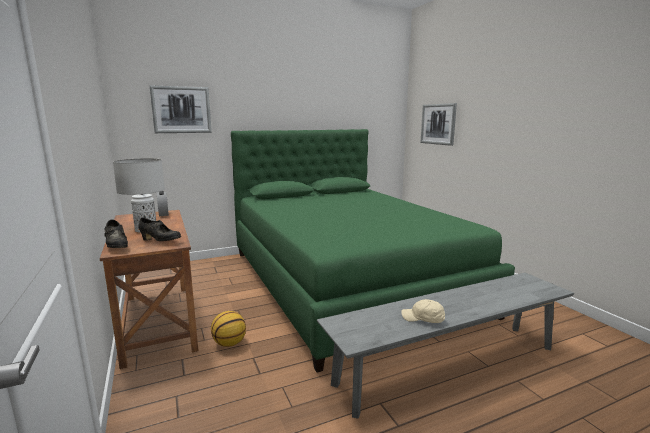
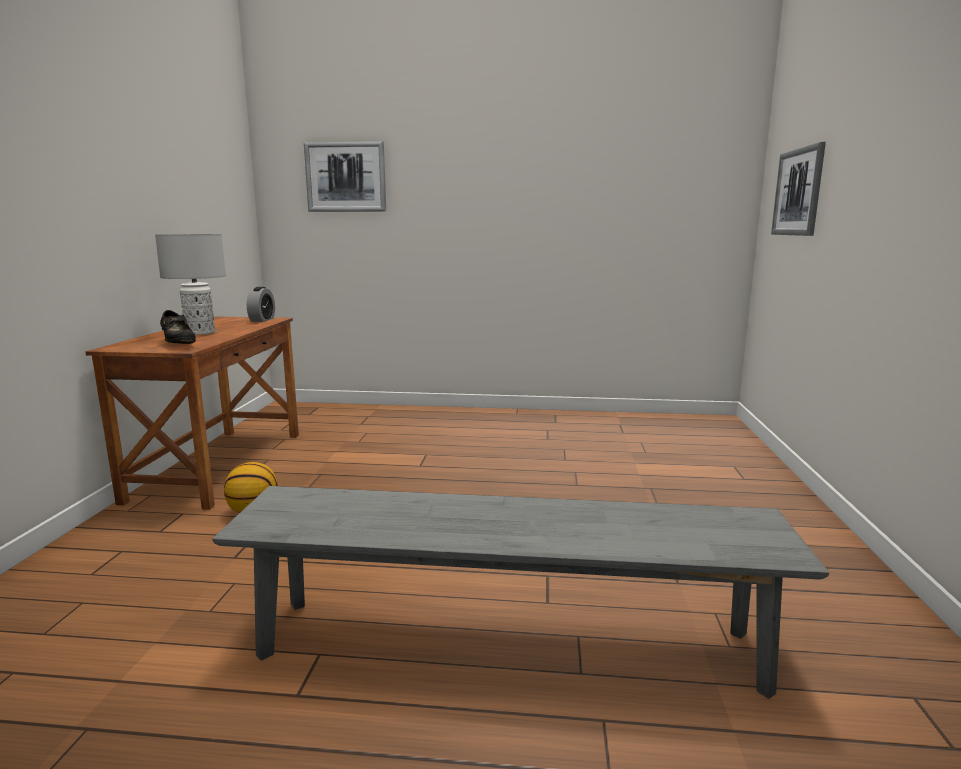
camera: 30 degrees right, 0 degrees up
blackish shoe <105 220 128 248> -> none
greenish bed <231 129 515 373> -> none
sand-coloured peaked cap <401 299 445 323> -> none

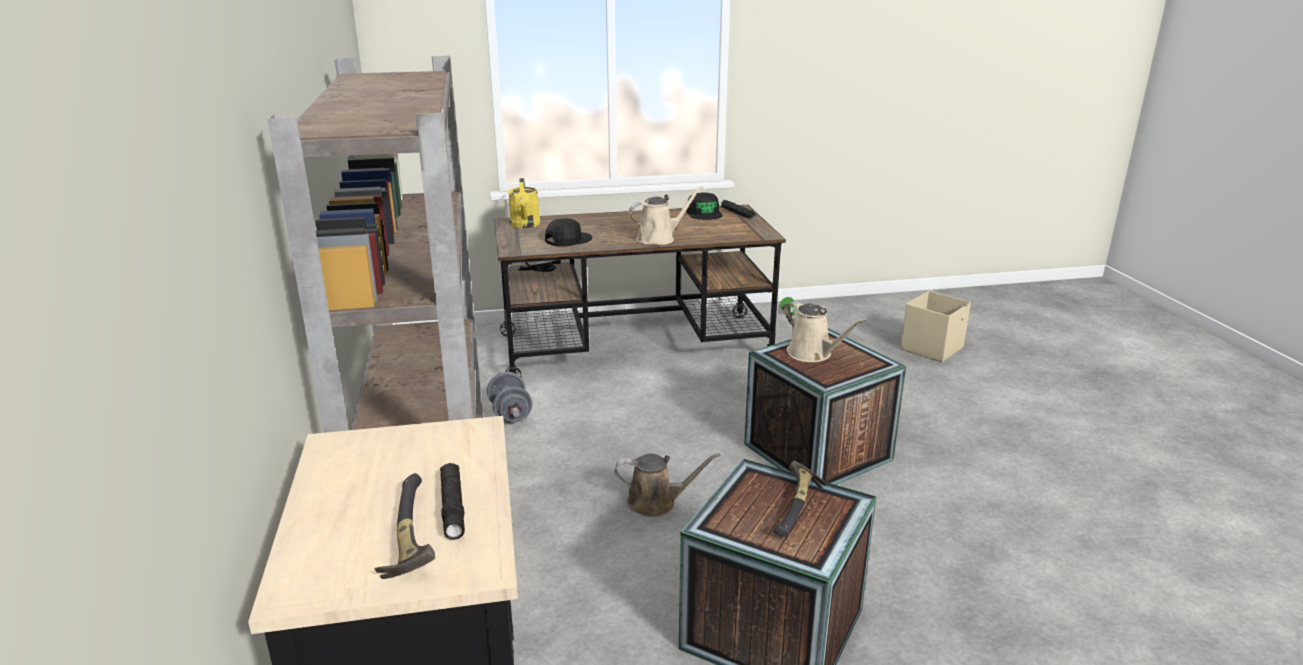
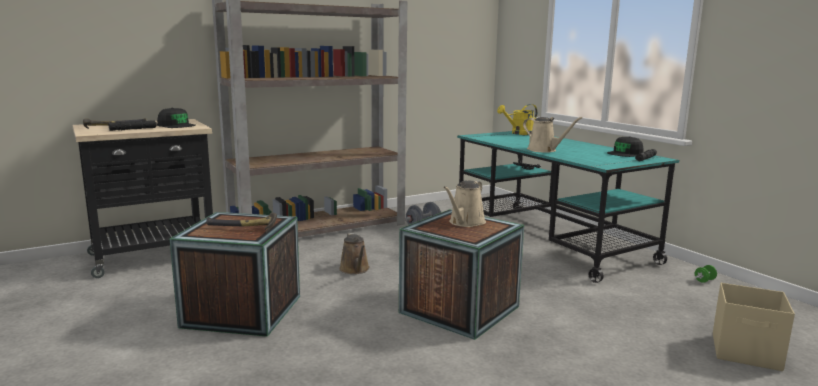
camera: 70 degrees right, 10 degrees down
brown-coloured desk <494 205 786 377> -> turquoise desk <457 131 679 283>
blackish peaked cap <545 218 592 247> -> blackish peaked cap <157 108 196 128>, relocated

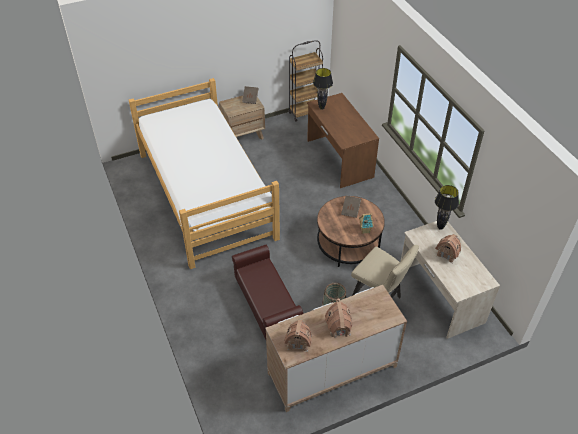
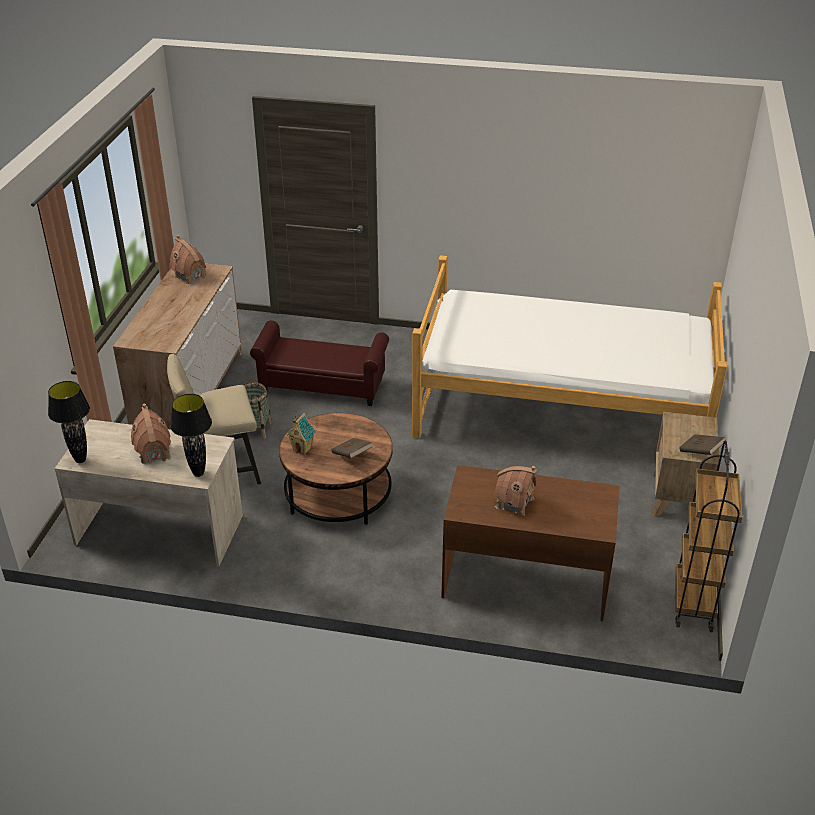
camera: 125 degrees right, 10 degrees down
blackish table lamp <313 68 333 110> -> blackish table lamp <48 381 90 463>, relocated
miniature house <325 298 352 338> -> miniature house <494 466 537 516>, relocated

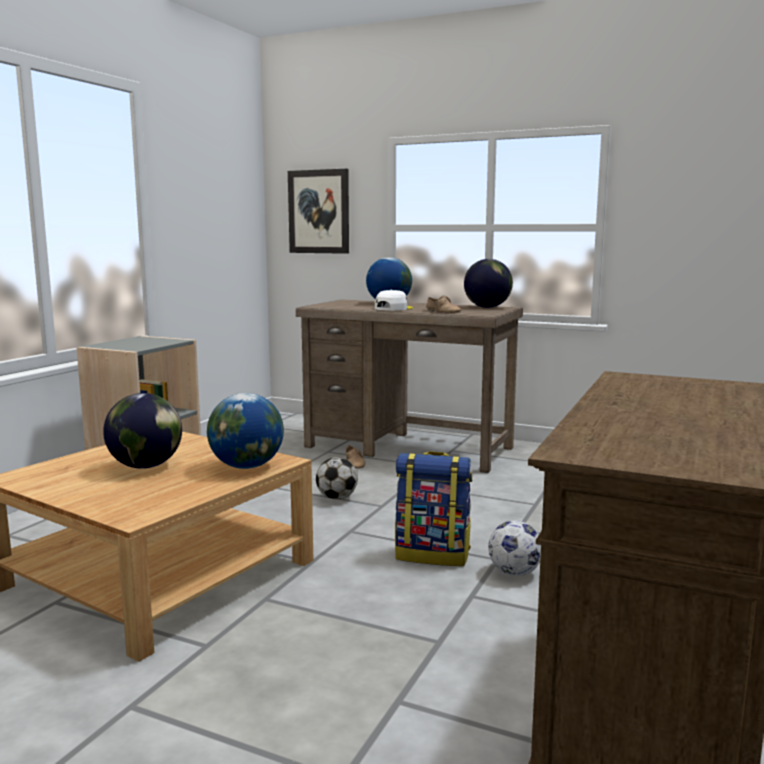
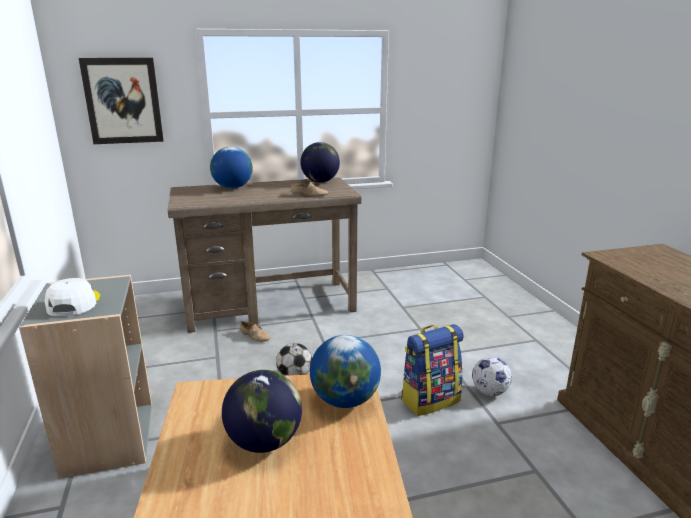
camera: 40 degrees left, 10 degrees up
whitish peaked cap <375 290 413 311> -> whitish peaked cap <45 278 100 316>, relocated

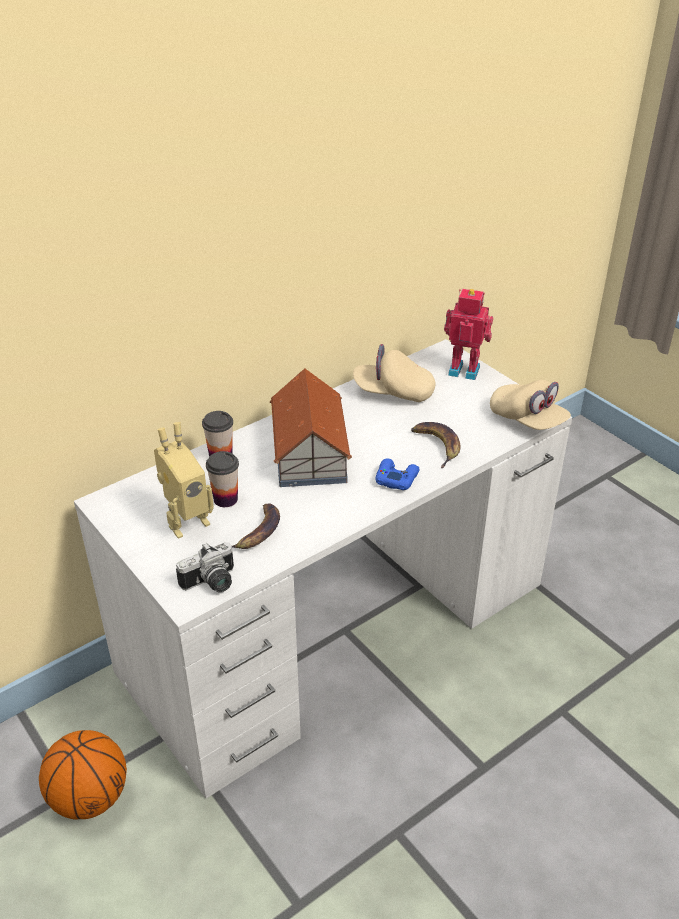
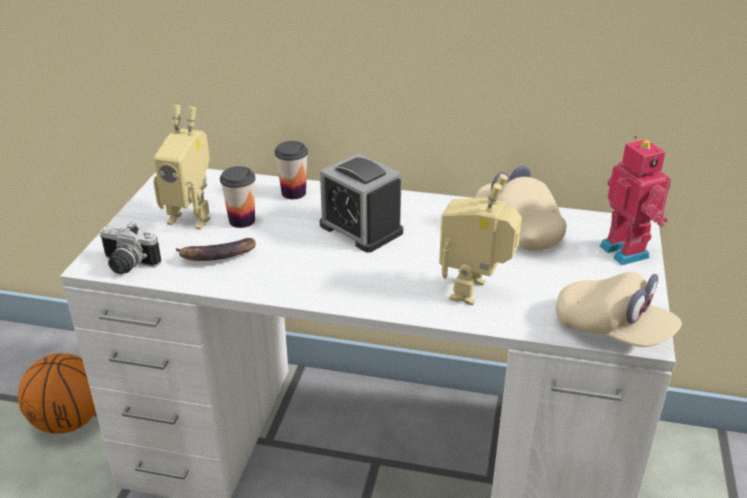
camera: 50 degrees right, 5 degrees down
miniature house <270 368 352 487> -> table clock <320 153 403 253>
blue-coloured game controller <375 458 419 490> -> none
banana fruit <411 422 460 468> -> toy robot <439 174 522 306>
sand-coloured peaked cap <490 380 571 430> -> sand-coloured peaked cap <556 272 682 347>, 60 degrees counterclockwise

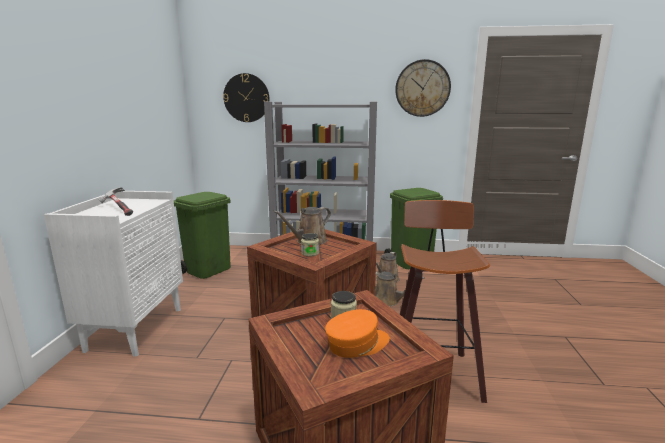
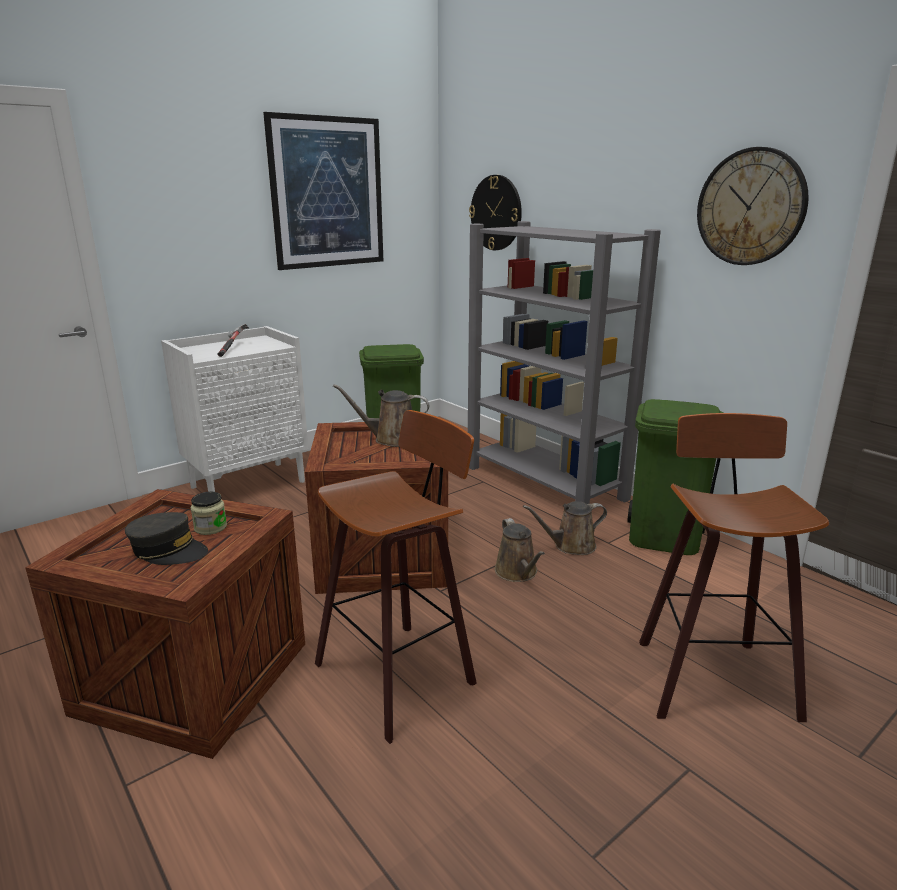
camera: 45 degrees right, 5 degrees up
storage jar <301 233 319 256> -> none
orange-coloured peaked cap <325 309 390 358> -> greyish peaked cap <125 512 208 565>
none -> wall picture <263 112 383 270>
none -> stool <639 413 829 722>

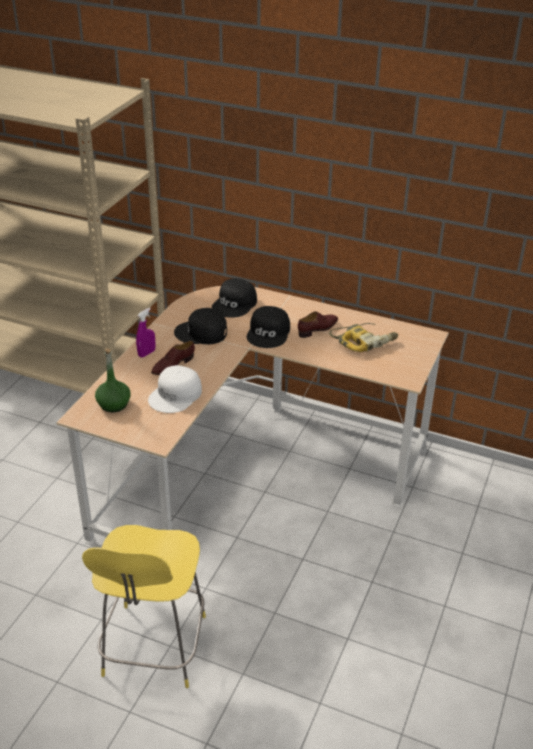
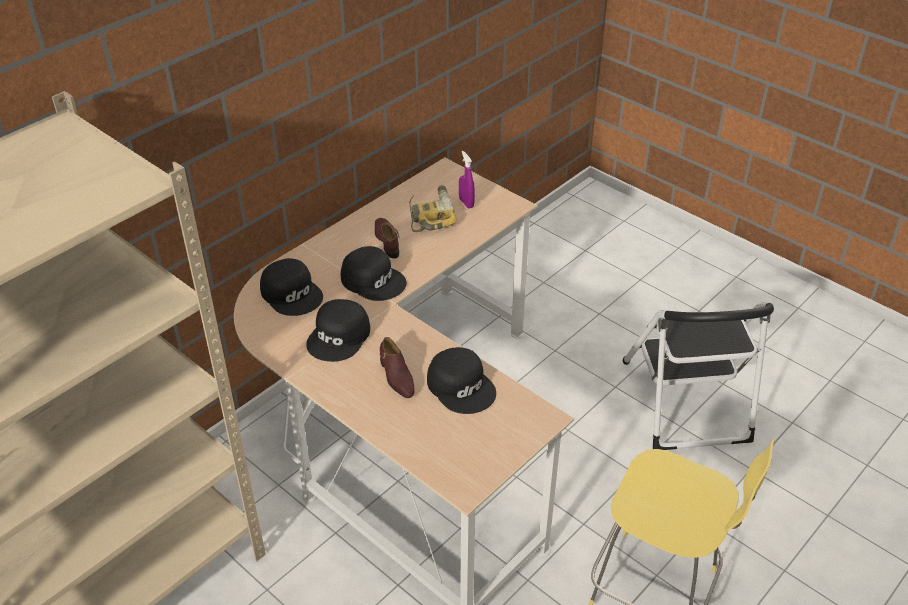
camera: 70 degrees left, 5 degrees up
greenish beverage bottle <95 348 131 412> -> none
purple sprayer <136 308 155 358> -> purple sprayer <459 151 475 209>, relocated
whitish peaked cap <148 365 202 413> -> blackish peaked cap <427 347 496 414>
none -> stepladder <623 302 774 450>

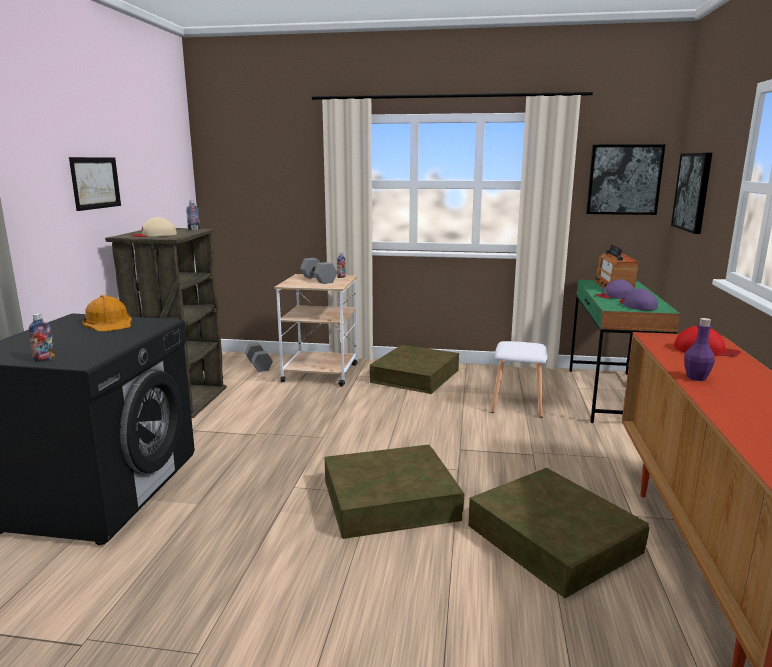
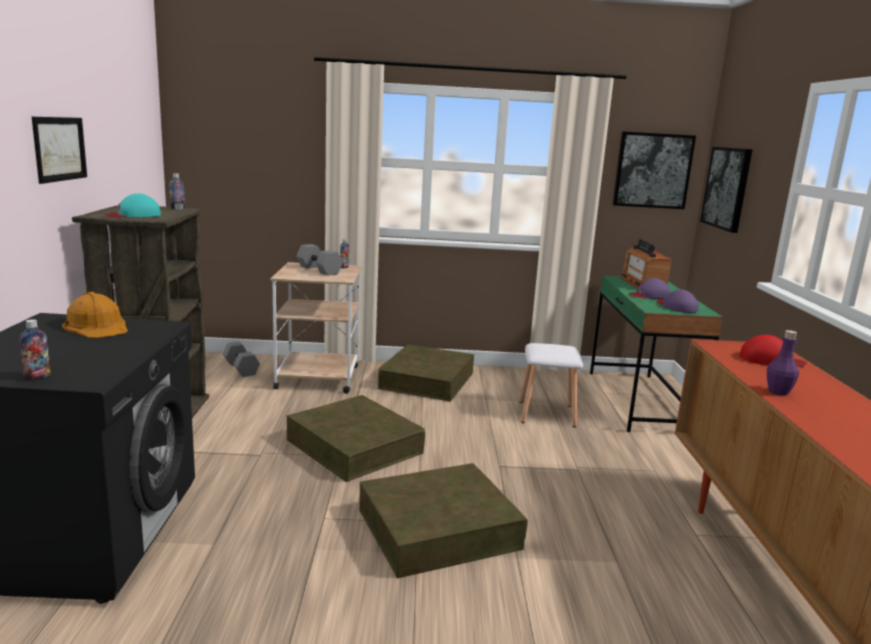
camera: 10 degrees left, 0 degrees up
sand-coloured peaked cap <131 217 177 237> -> turquoise peaked cap <104 193 161 218>
brown-coloured storage container <468 468 649 598> -> brown-coloured storage container <287 395 425 482>, relocated

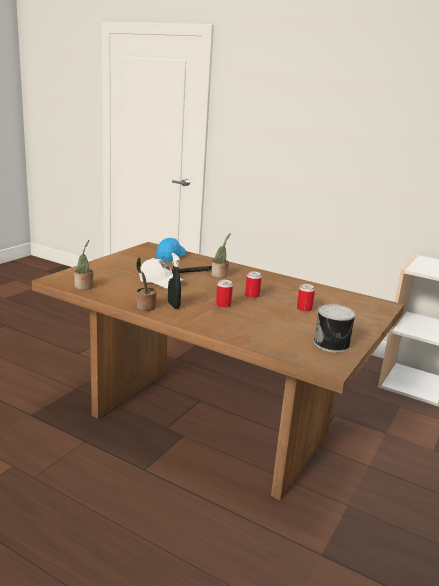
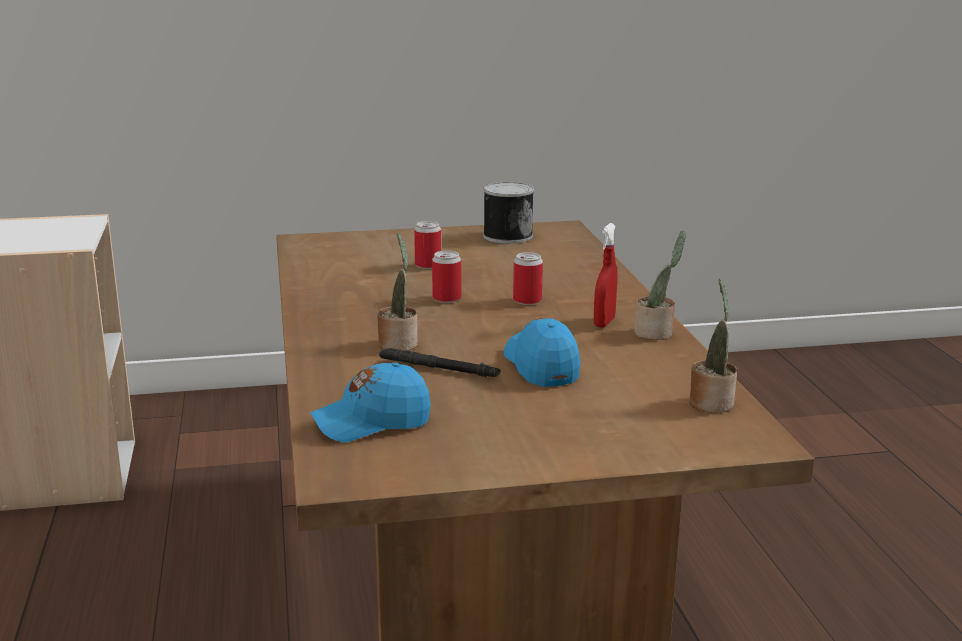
camera: 130 degrees left, 0 degrees up
whitish peaked cap <139 258 184 288> -> blue-coloured peaked cap <504 318 580 387>
blackish sprayer <168 253 181 309> -> reddish sprayer <594 223 617 328>

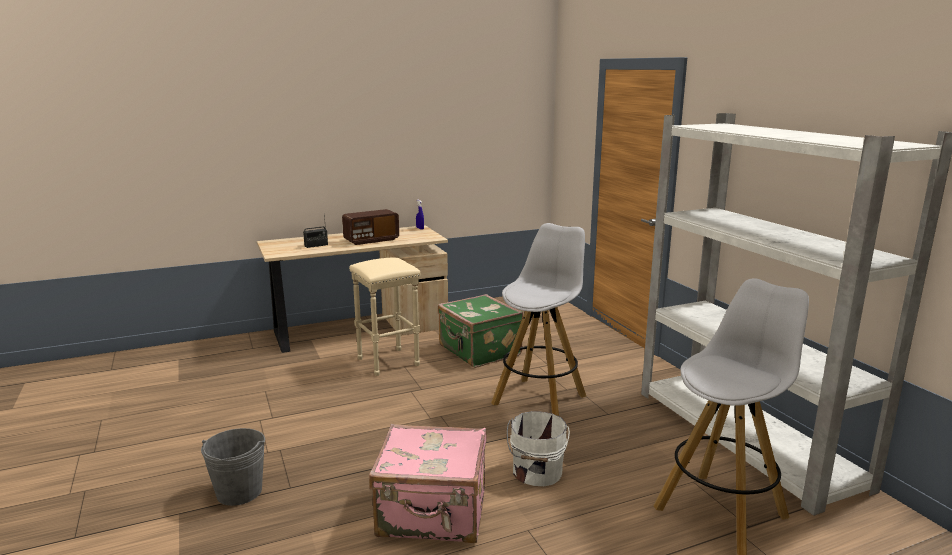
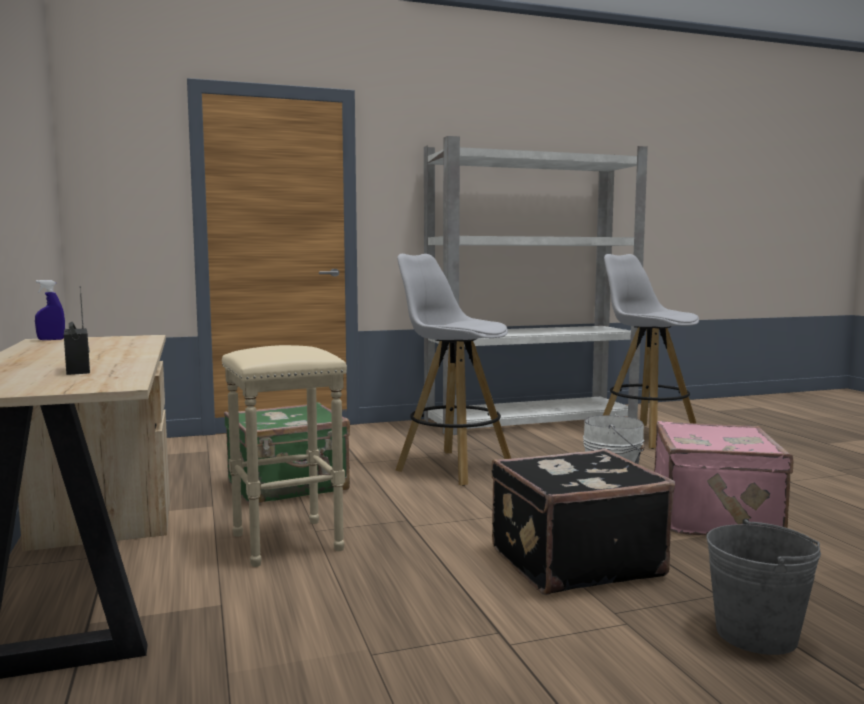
camera: 85 degrees left, 10 degrees down
radio receiver <342 209 399 245> -> none
none -> blackish travel case <491 449 675 595>

